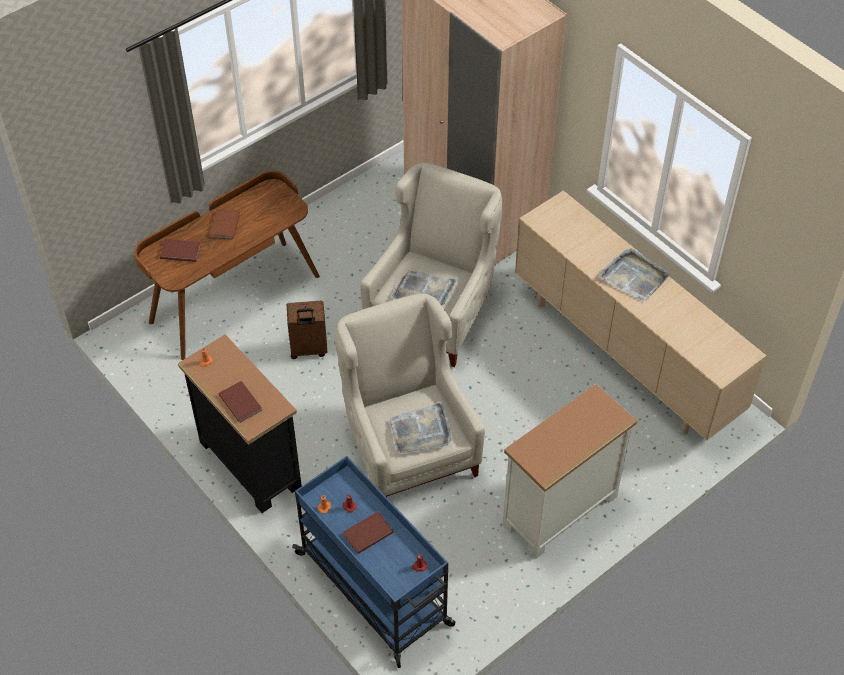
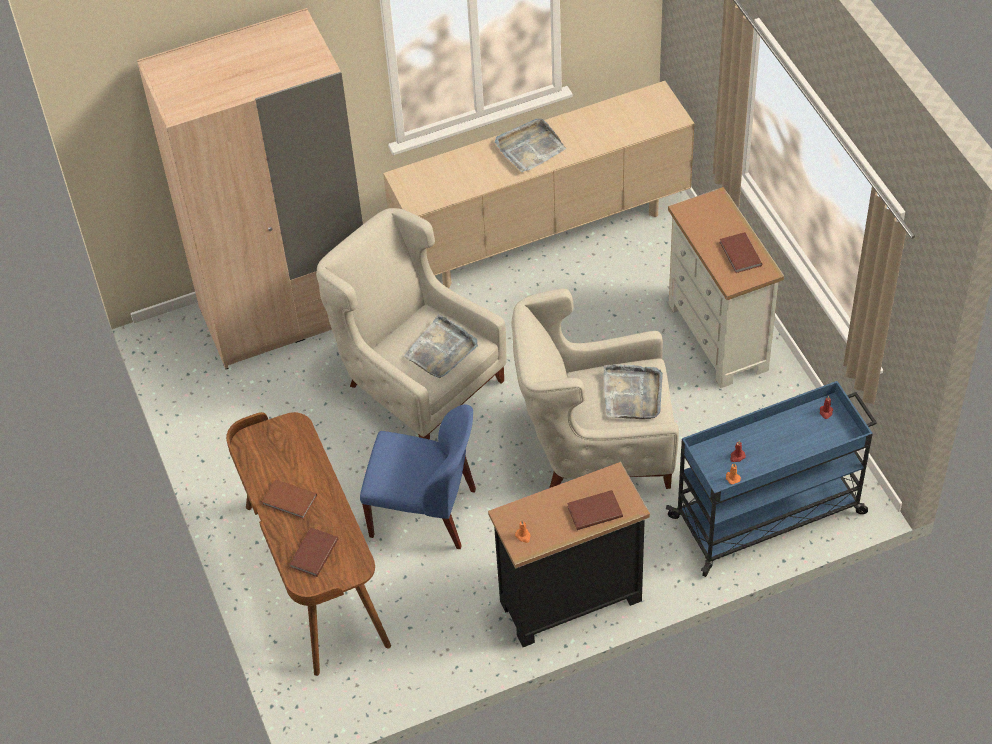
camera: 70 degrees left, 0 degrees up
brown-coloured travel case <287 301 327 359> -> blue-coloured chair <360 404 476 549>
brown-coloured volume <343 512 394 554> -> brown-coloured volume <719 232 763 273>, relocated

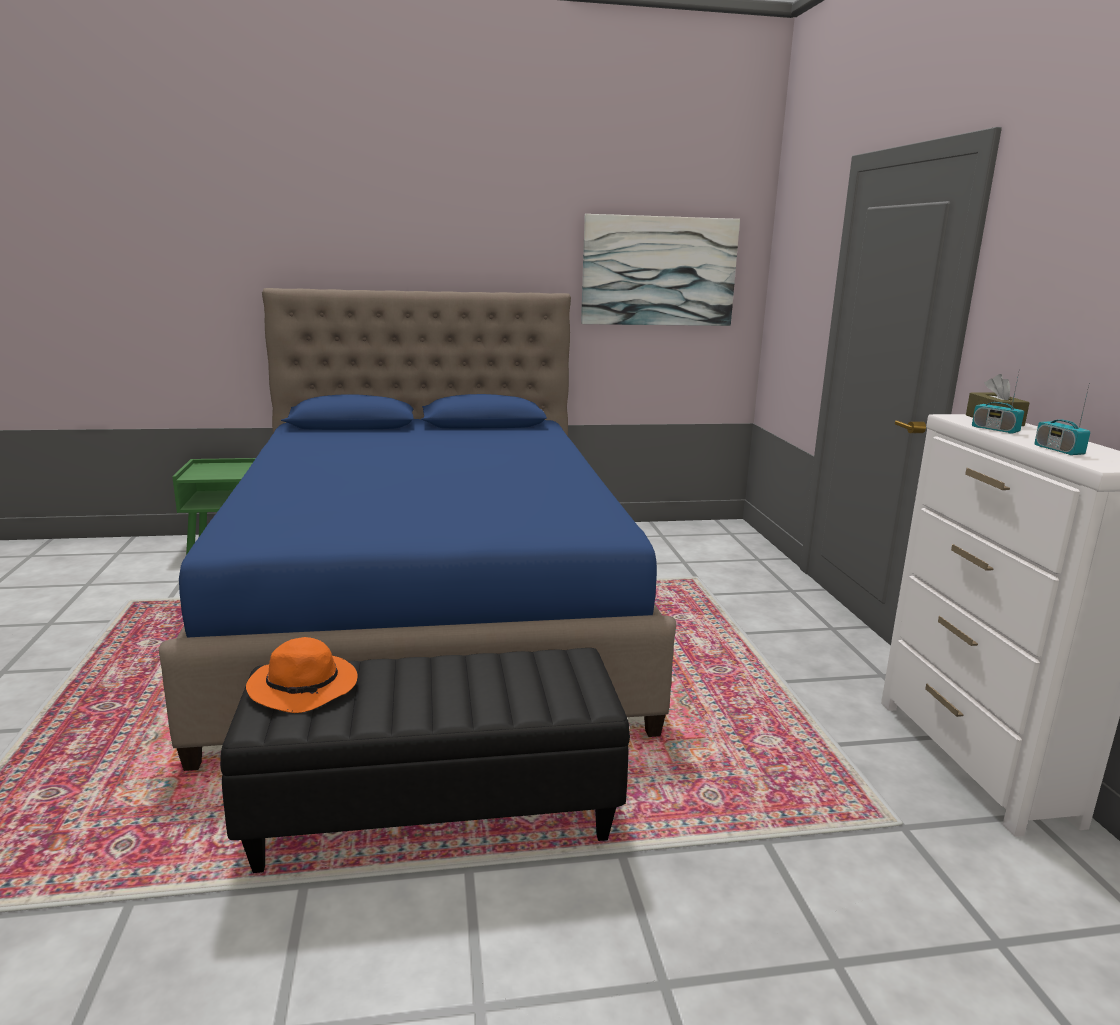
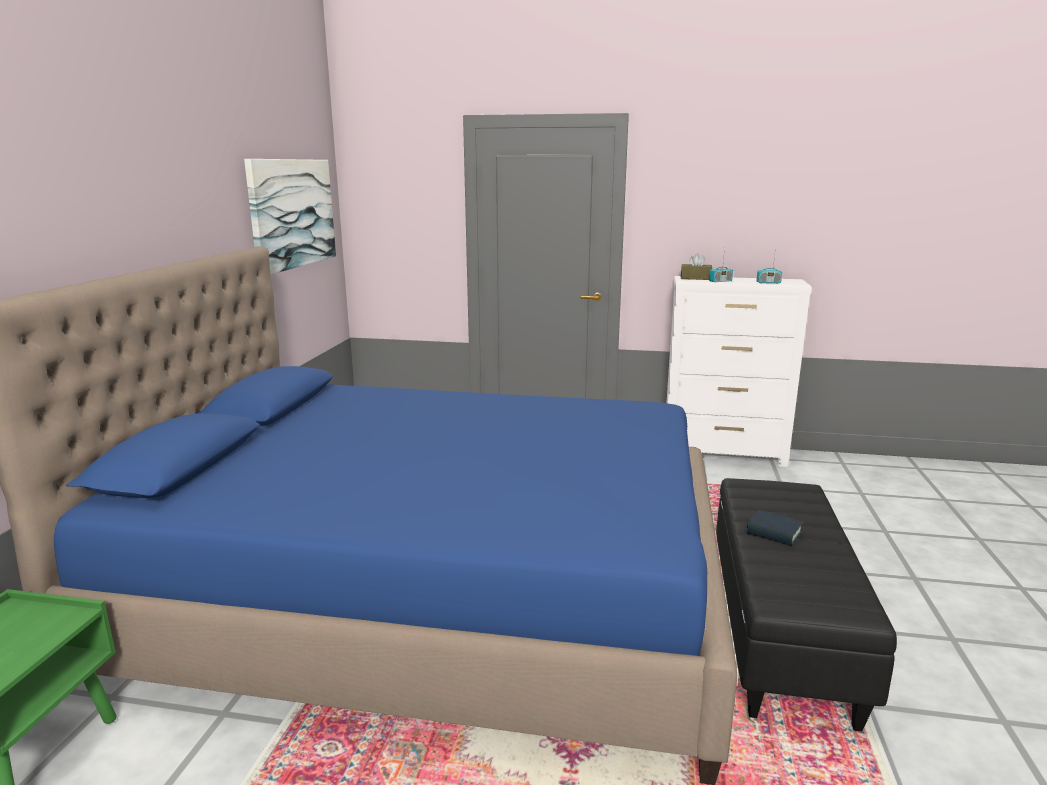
camera: 70 degrees left, 0 degrees up
orange-coloured wearable hat <246 637 358 713> -> none
none -> volume <746 510 803 546>

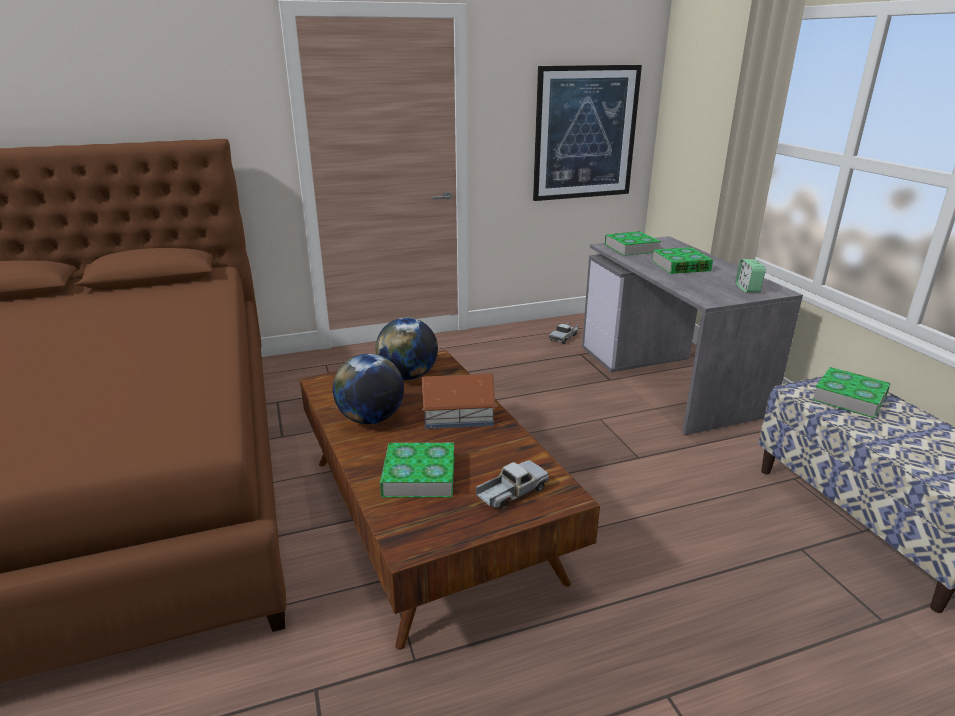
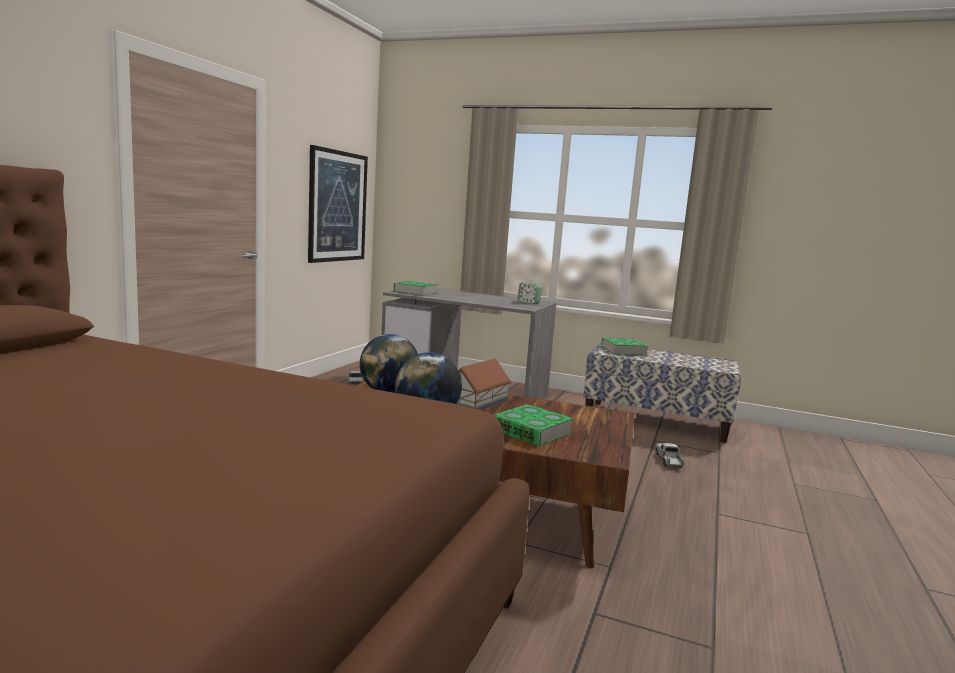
camera: 50 degrees left, 15 degrees down
model truck <476 460 549 509> -> model truck <655 443 684 468>, relocated
volume <651 247 713 274> -> none

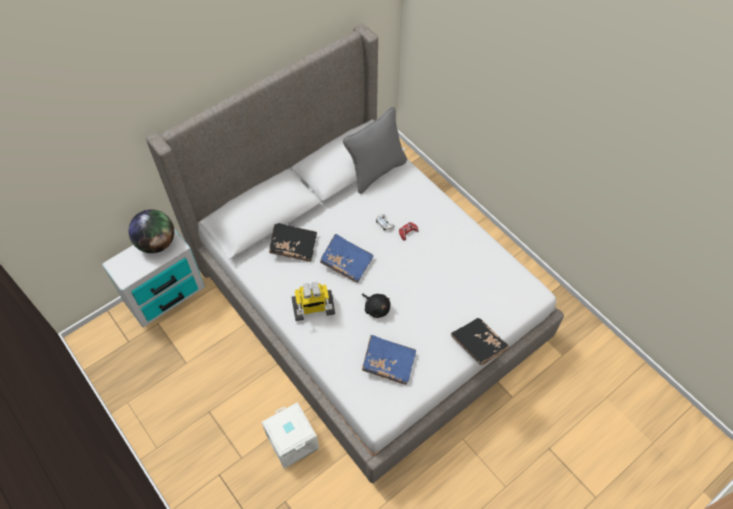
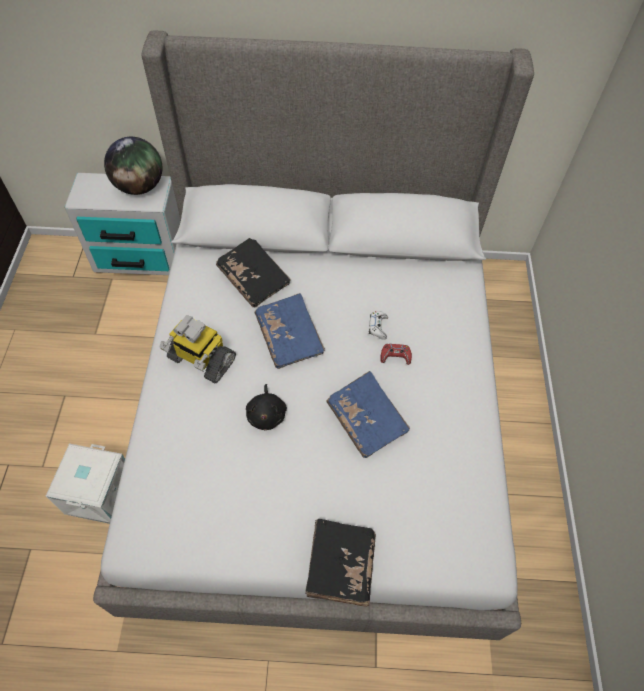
camera: 40 degrees right, 0 degrees up
greyish cushion <343 107 407 194> -> none
blue-coloured volume <362 335 416 385> -> blue-coloured volume <326 371 410 458>, relocated

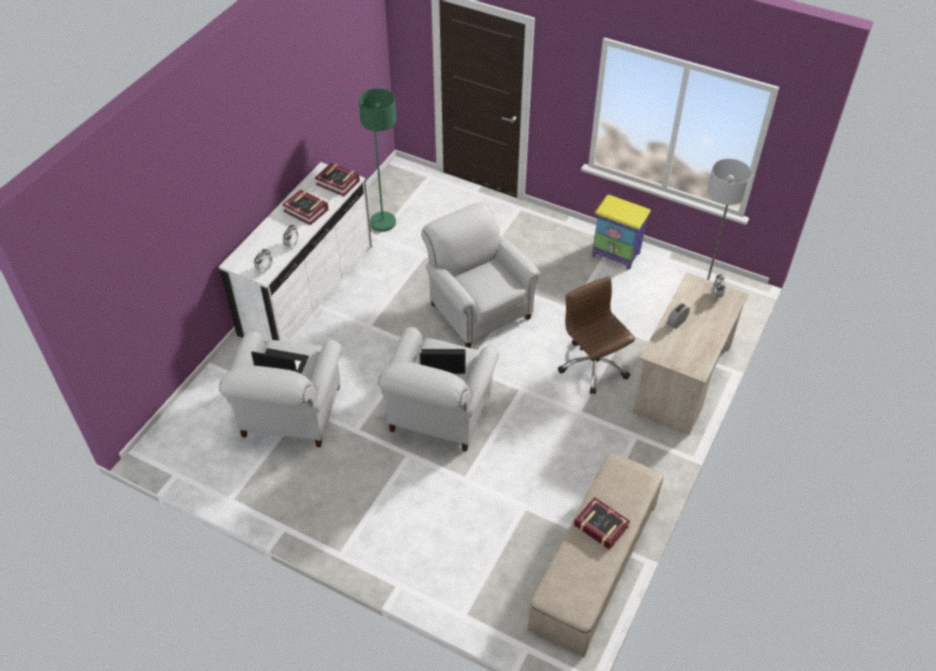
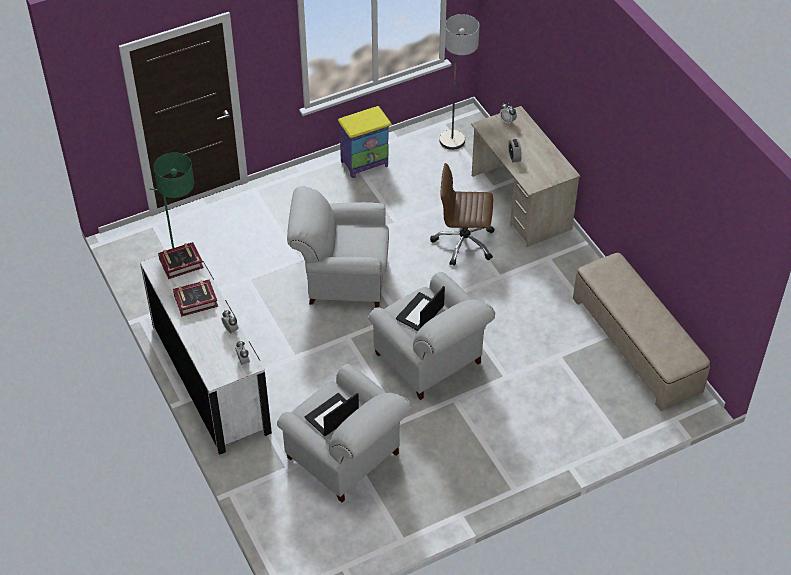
camera: 55 degrees left, 0 degrees up
volume <574 497 630 550> -> none

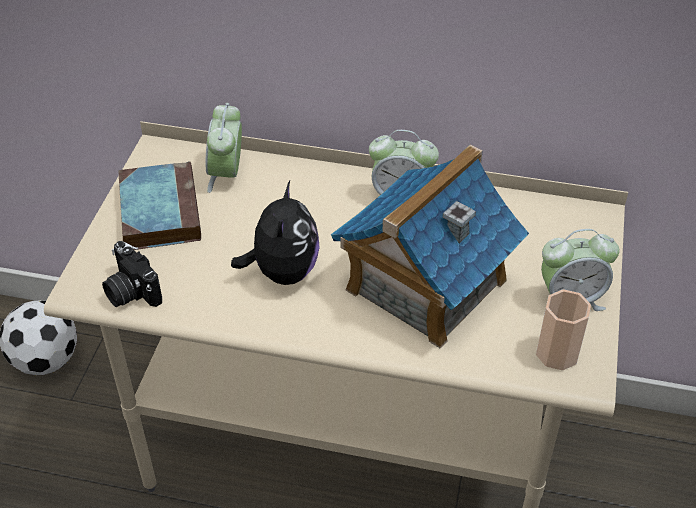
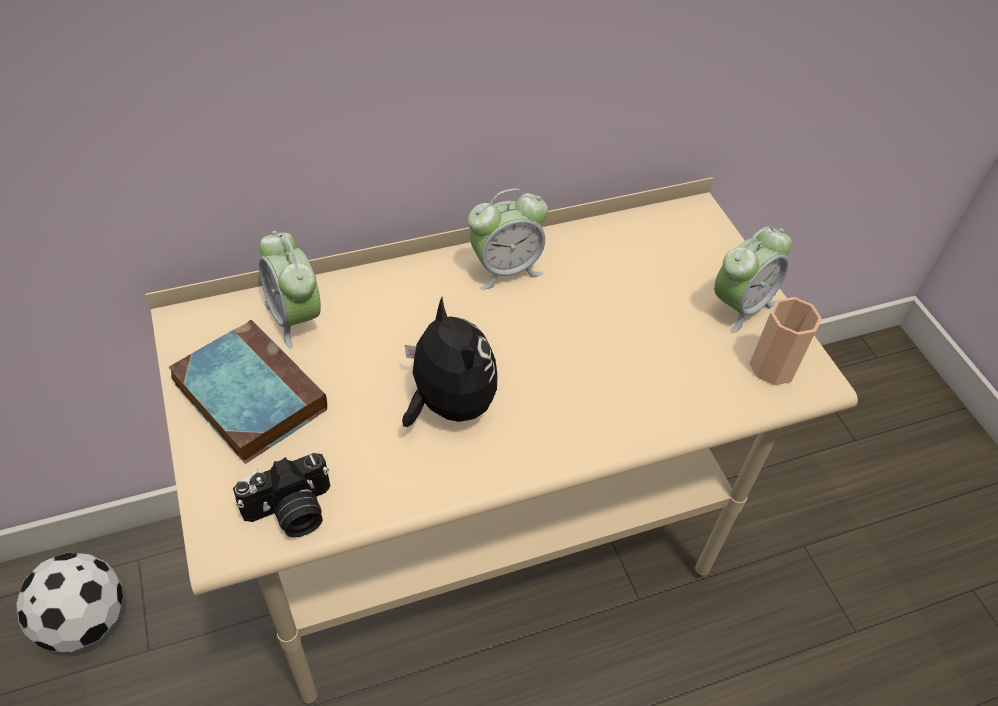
camera: 35 degrees left, 5 degrees up
still camera <102 241 162 307> -> still camera <233 453 330 537>, 45 degrees counterclockwise
miniature house <331 145 529 348> -> none

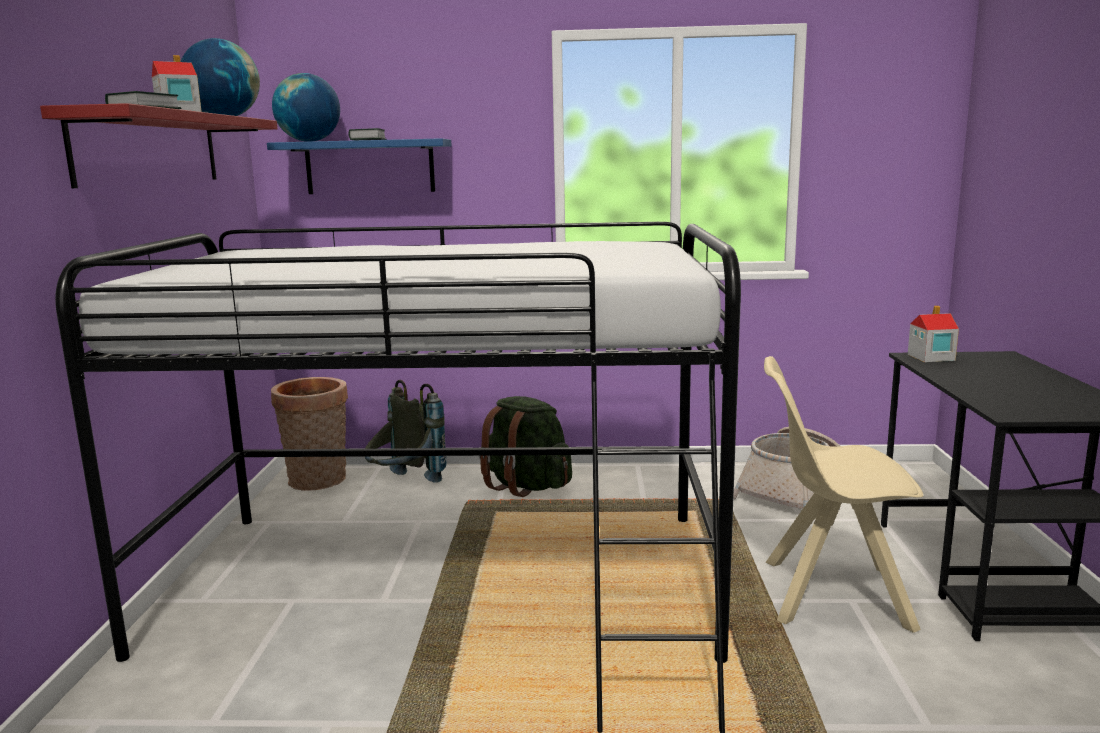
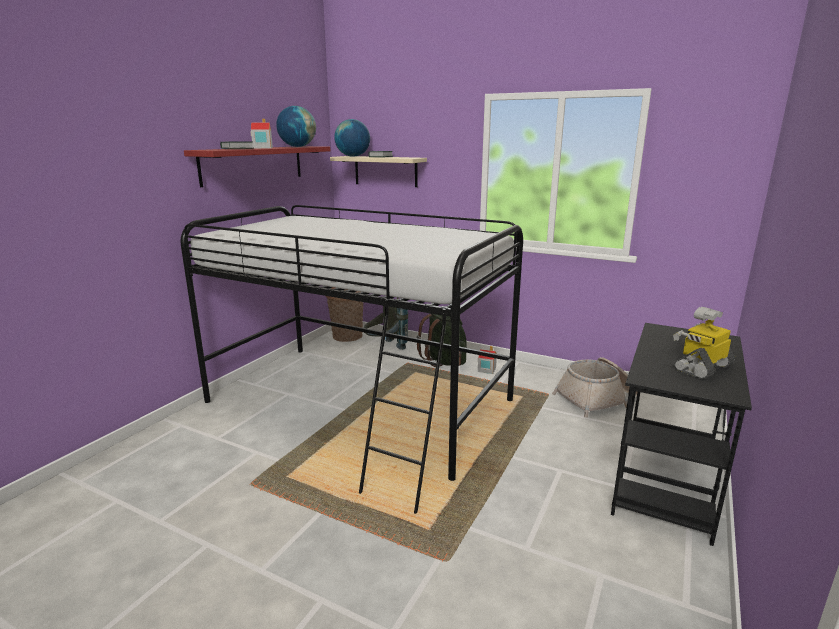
camera: 25 degrees right, 5 degrees up
blue-coloured shelf <267 138 452 194> -> sand-coloured shelf <330 156 427 187>
sand-coloured chair <764 356 924 633> -> none
miniature house <908 306 959 362> -> miniature house <478 346 497 374>, relocated
none -> toy robot <673 307 735 379>

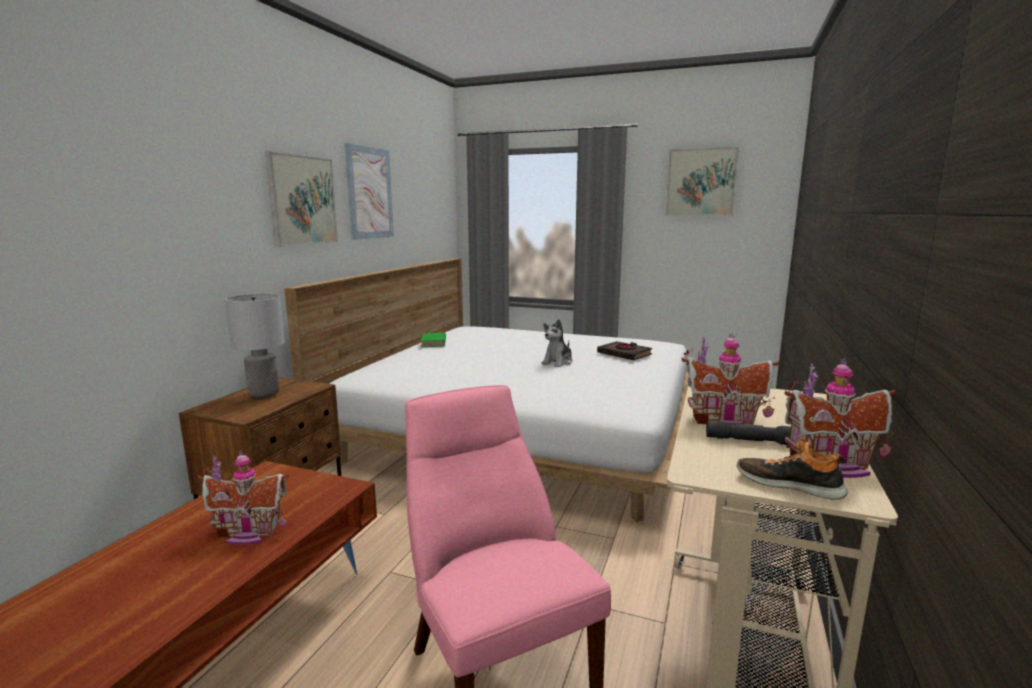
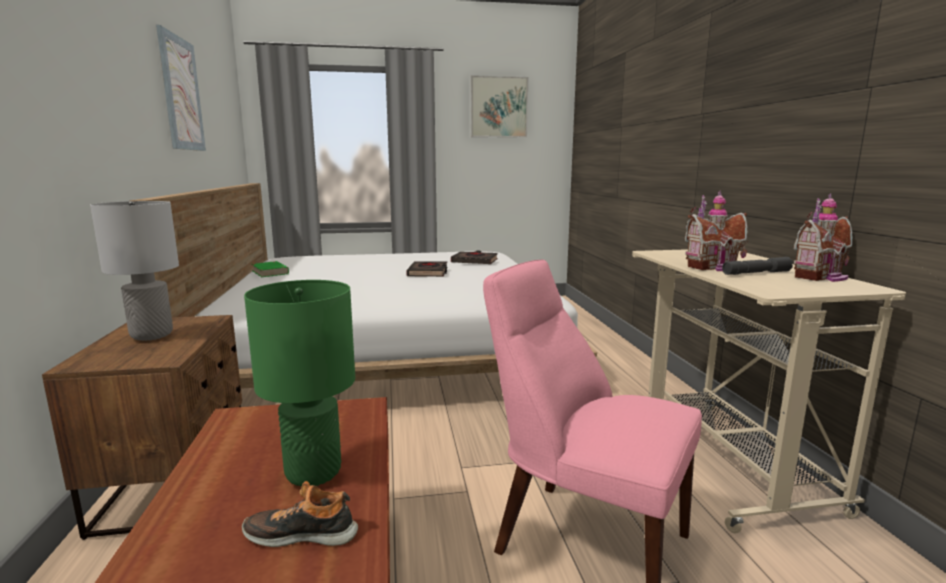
camera: 30 degrees left, 0 degrees up
miniature house <198 450 289 545> -> greenish table lamp <244 280 355 487>
wall picture <265 151 338 247> -> none
soft toy <542 319 573 367> -> blackish volume <406 261 448 277>
shoe <737 437 848 500> -> shoe <242 481 358 547>, relocated

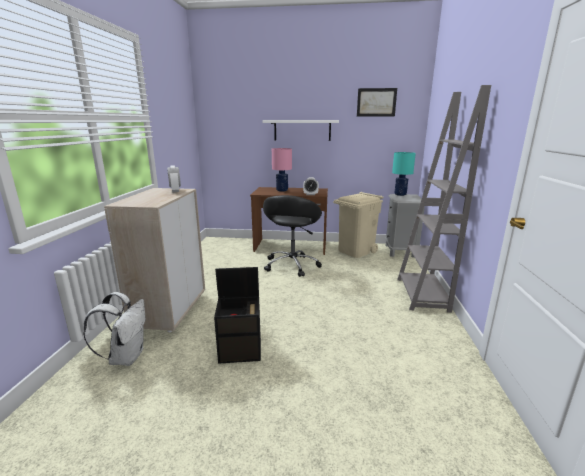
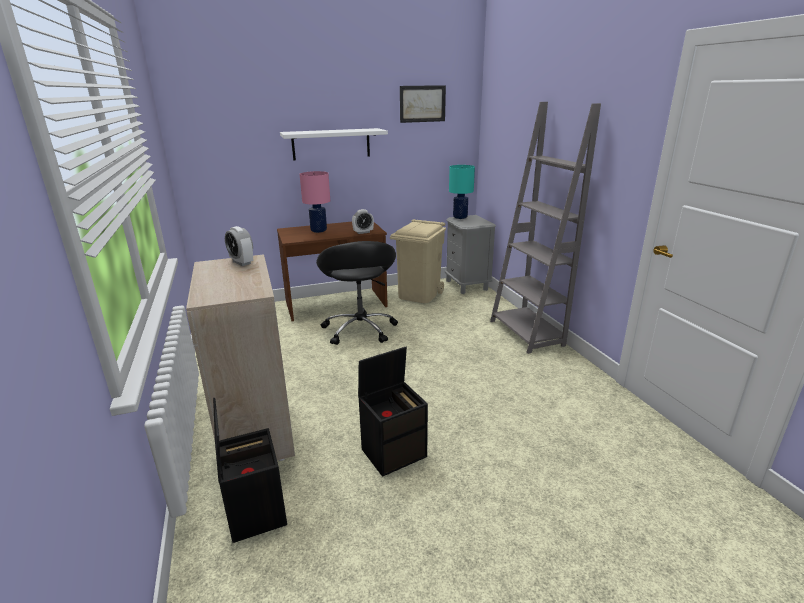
camera: 25 degrees left, 5 degrees up
whitish rucksack <83 292 146 366> -> blackish storage container <213 398 287 543>

